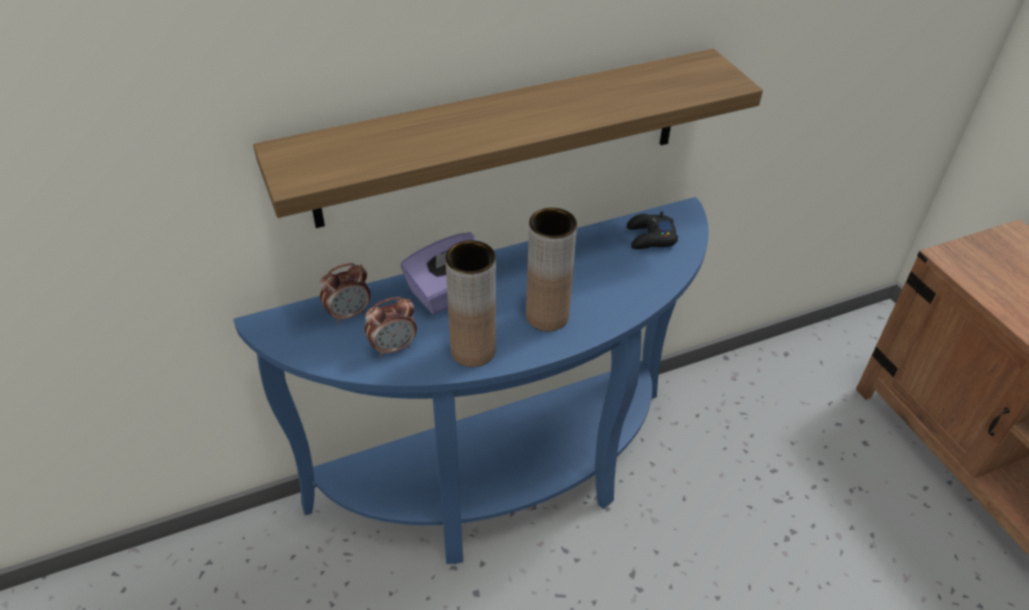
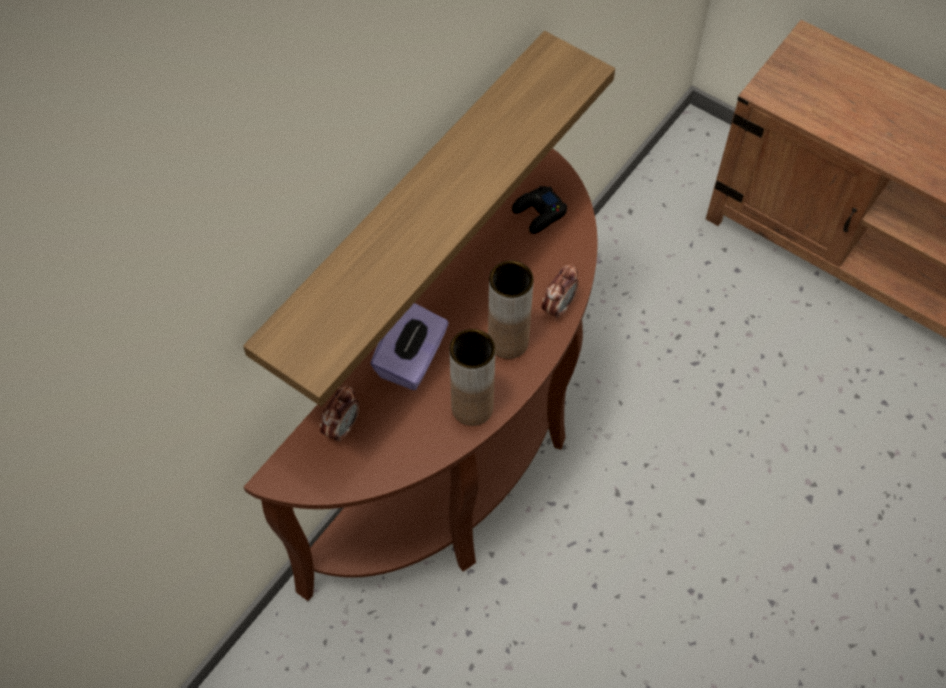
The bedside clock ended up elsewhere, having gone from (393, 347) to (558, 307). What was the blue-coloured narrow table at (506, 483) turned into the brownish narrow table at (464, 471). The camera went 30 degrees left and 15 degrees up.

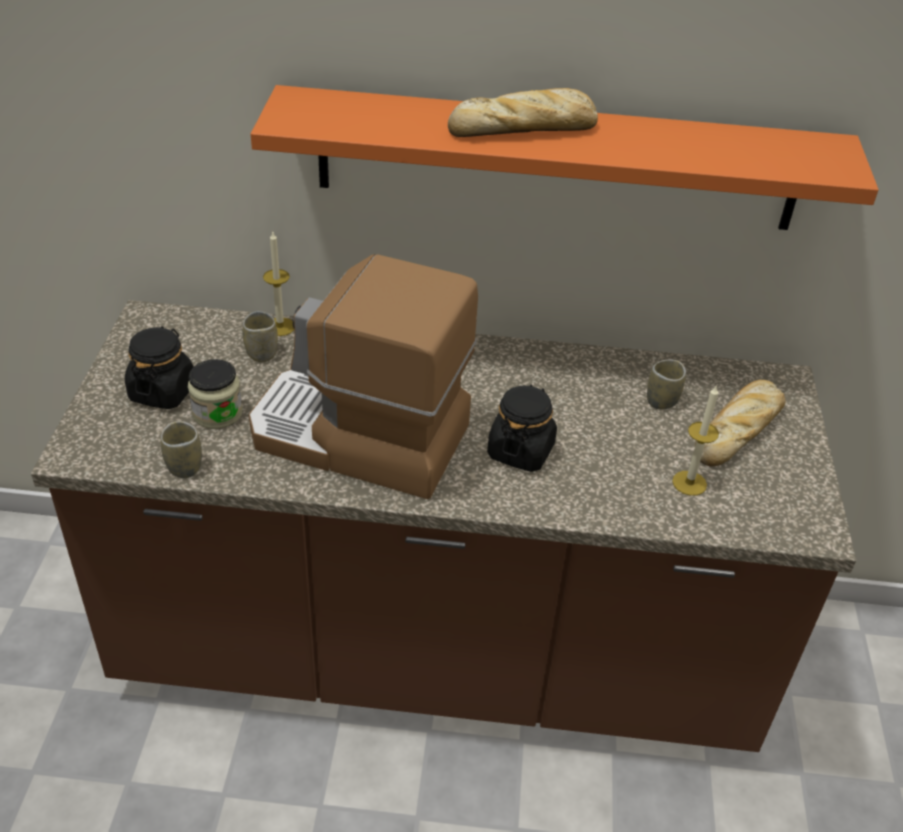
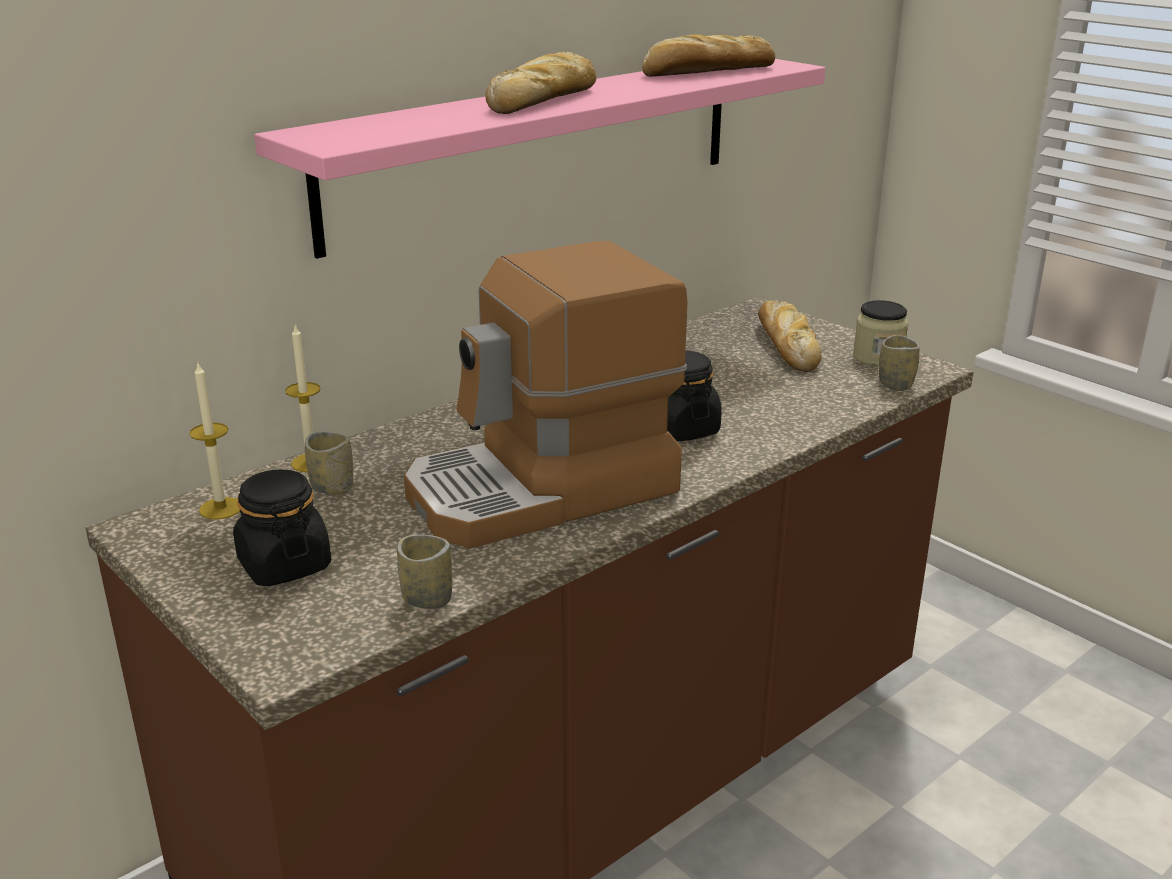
The second view gained the baked bread at (707, 72). The storage jar ended up elsewhere, having gone from (217, 413) to (878, 357). The drinking cup ended up elsewhere, having gone from (662, 401) to (895, 384). The candle ended up elsewhere, having gone from (689, 483) to (221, 508). What was the orange wall shelf at (557, 159) turned into the pinkish wall shelf at (539, 147). The camera went 45 degrees left and 15 degrees down.

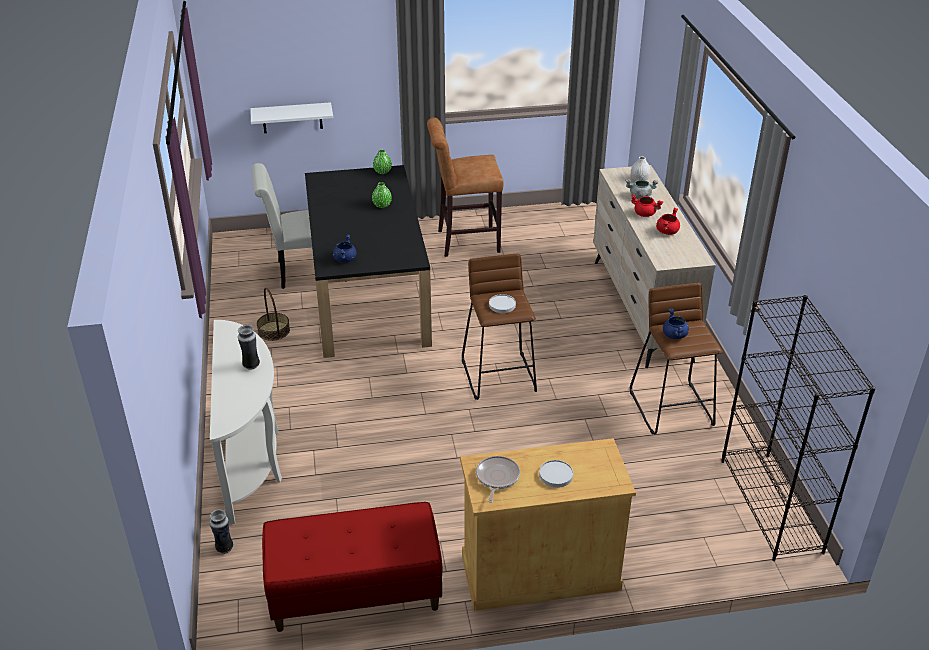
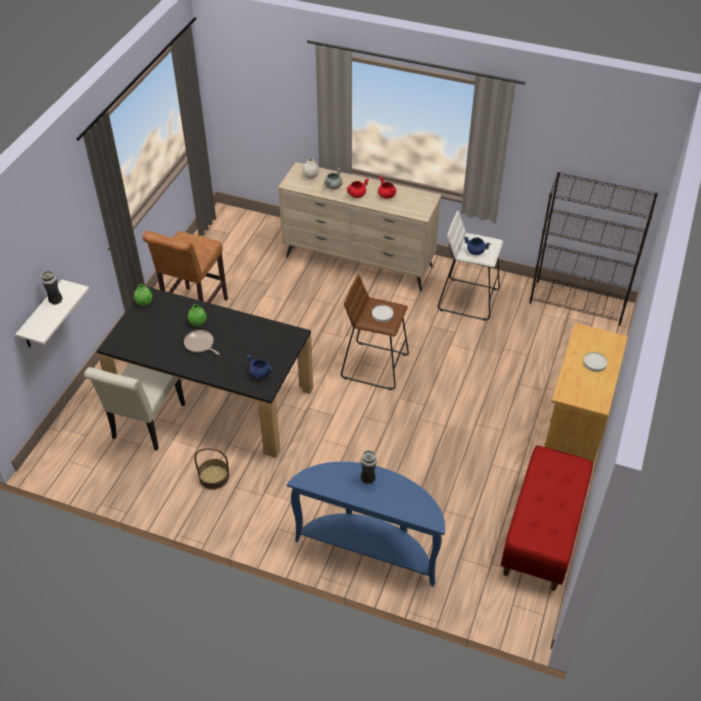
The vase ended up elsewhere, having gone from (224, 547) to (55, 301). The frying pan ended up elsewhere, having gone from (496, 478) to (200, 344). What was the white-coloured narrow table at (252, 460) turned into the blue-coloured narrow table at (370, 547). What was the brownish stool seat at (672, 407) turned into the white-coloured stool seat at (468, 299). The camera went 60 degrees left and 10 degrees up.

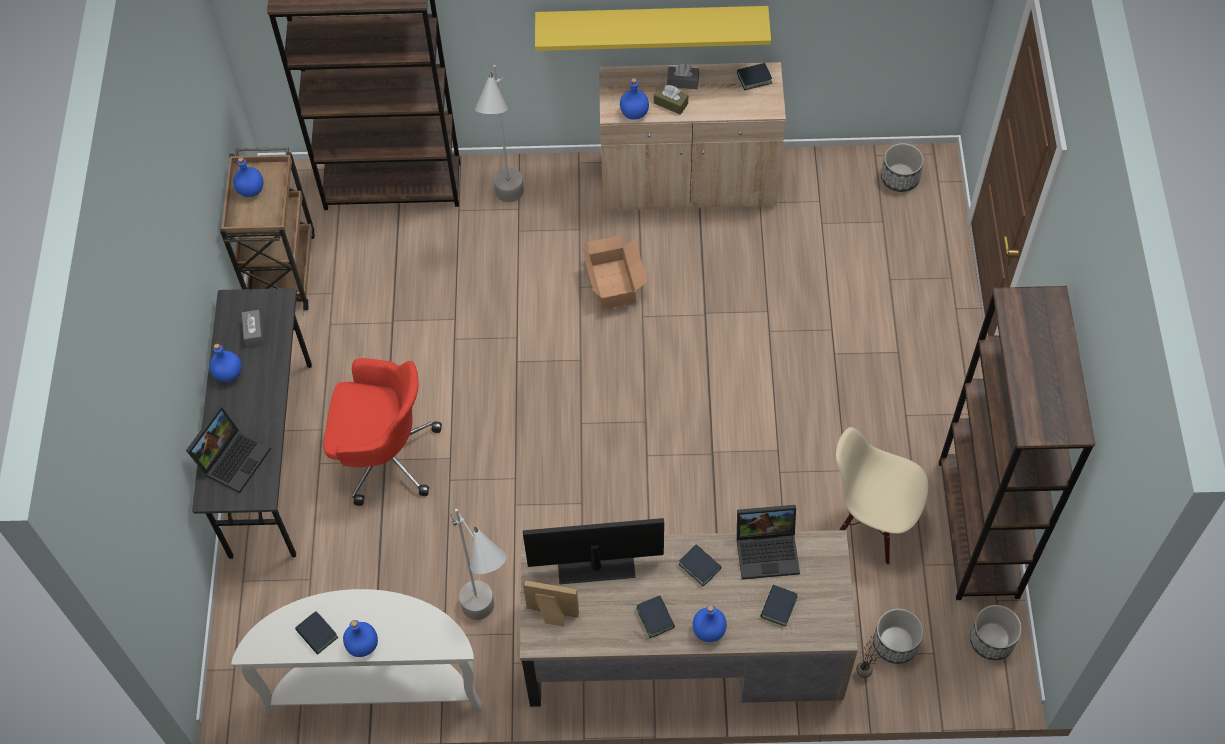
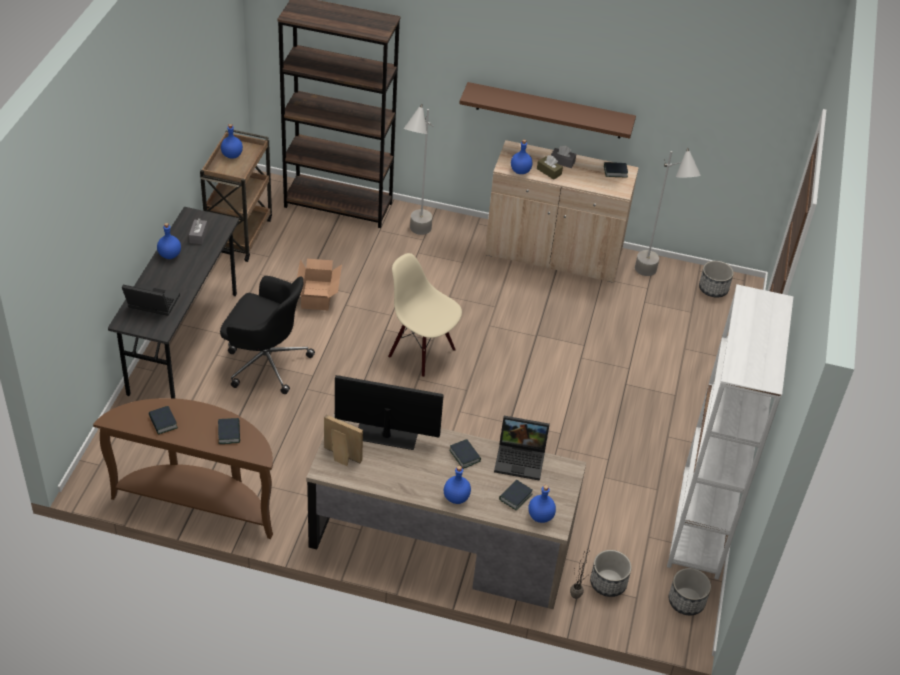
The blue-coloured bottle ended up elsewhere, having gone from (362, 645) to (540, 517). The gray standing lamp ended up elsewhere, having gone from (491, 627) to (652, 281). The packing box ended up elsewhere, having gone from (614, 282) to (319, 294). The bound book ended up elsewhere, having gone from (655, 618) to (229, 433). The beige plain chair ended up elsewhere, having gone from (870, 524) to (422, 352). What was the white-coloured narrow table at (375, 683) turned into the brownish narrow table at (199, 501). What was the red desk chair at (384, 455) turned into the black desk chair at (265, 361). What was the yellowish wall shelf at (651, 22) turned into the brownish wall shelf at (549, 110). What was the brownish shelving unit at (978, 529) turned into the white-coloured shelving unit at (700, 524). The laptop at (233, 458) ended up facing another way, 120 degrees counterclockwise from before. The camera went 10 degrees right and 15 degrees down.

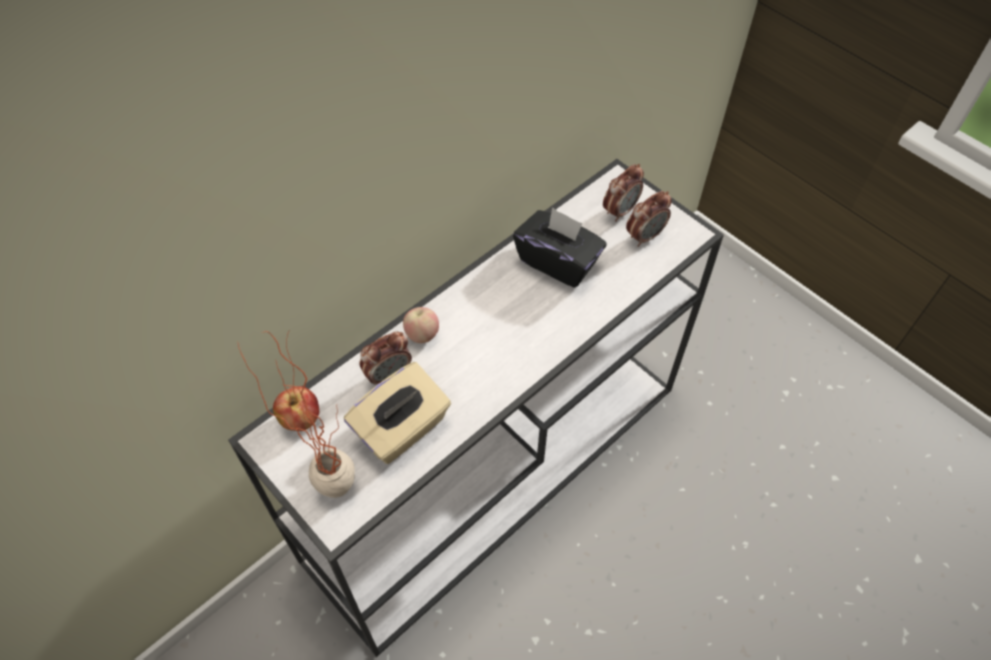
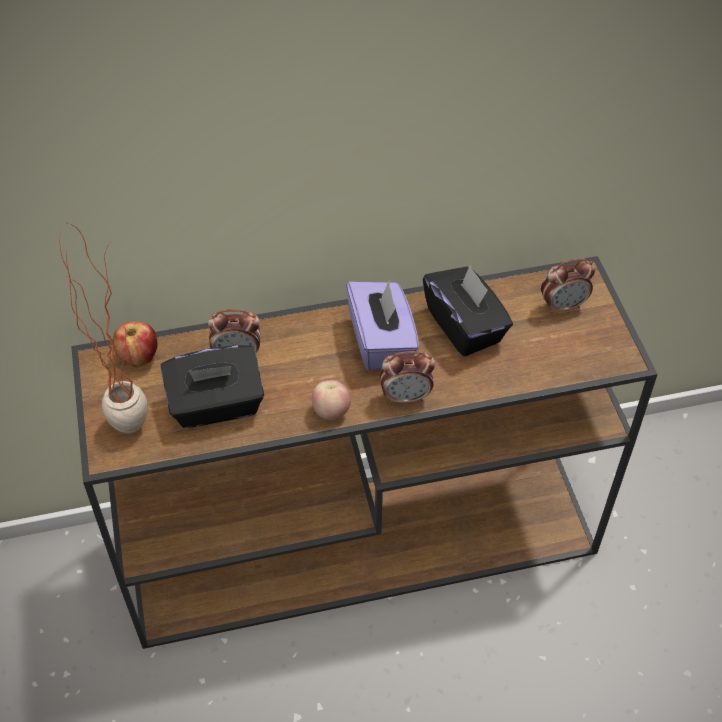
The second view gained the purplish tissue holder at (381, 342). The whole apple ended up elsewhere, having gone from (422, 335) to (331, 412). The bedside clock ended up elsewhere, having gone from (645, 236) to (406, 397). What was the white-coloured narrow table at (498, 467) turned into the brownish narrow table at (365, 538). What was the beige tissue holder at (402, 429) turned into the black tissue holder at (216, 406). The camera went 30 degrees right and 5 degrees down.

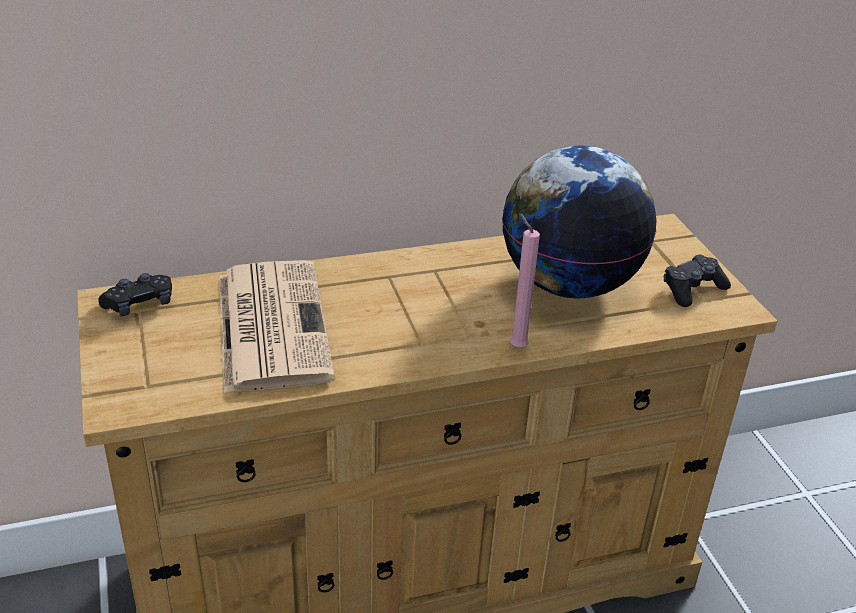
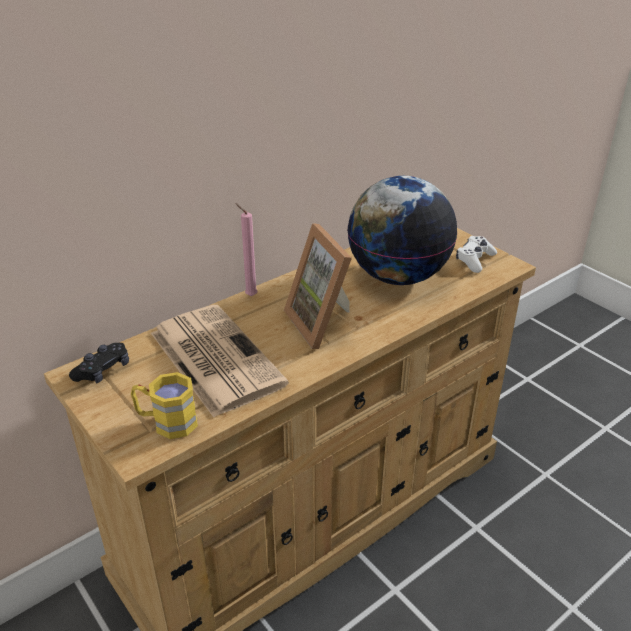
The second view gained the yellowish coffee mug at (167, 422). The second view gained the picture frame at (324, 323). The pinkish candle ended up elsewhere, having gone from (516, 346) to (249, 295). What was the black gamepad at (692, 289) turned into the white-coloured gamepad at (474, 260). The camera went 20 degrees left and 0 degrees up.

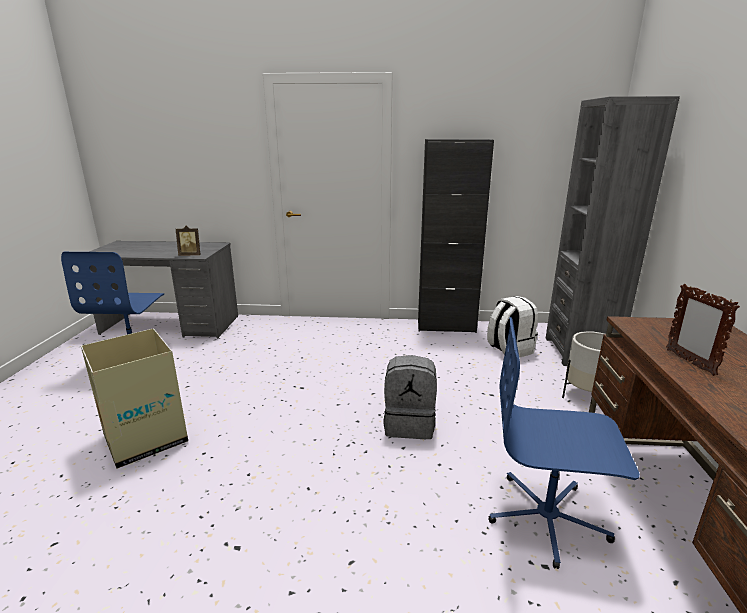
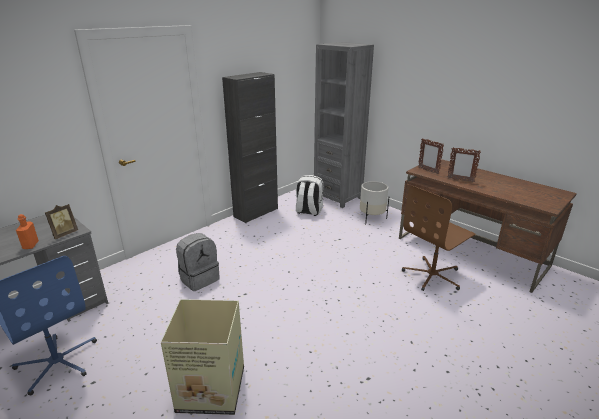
The second view gained the orange bottle at (30, 245). The second view gained the picture frame at (428, 171). The gray backpack ended up elsewhere, having gone from (409, 424) to (199, 278). What was the blue-coloured desk chair at (547, 518) turned into the brownish desk chair at (432, 275). The camera went 50 degrees left and 5 degrees up.

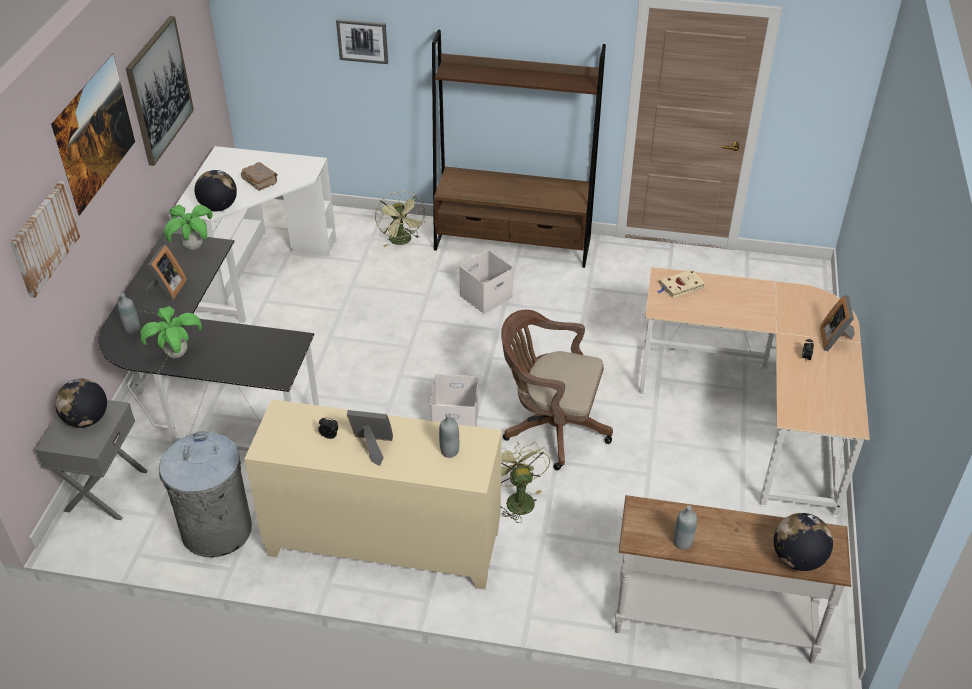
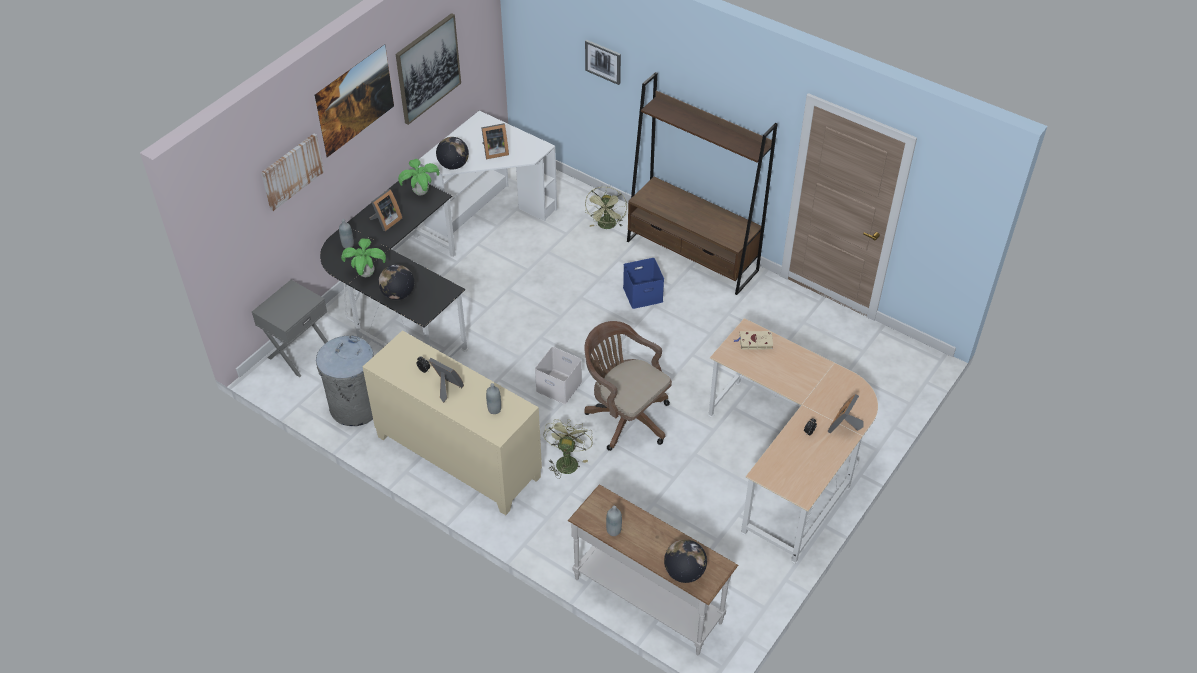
The world globe ended up elsewhere, having gone from (86, 419) to (398, 294). Where the brownish bound book stood at (260, 181), the picture frame came to stand at (494, 152). What was the white-coloured storage container at (486, 297) turned into the blue-coloured storage container at (642, 295). The camera went 25 degrees right and 5 degrees up.

